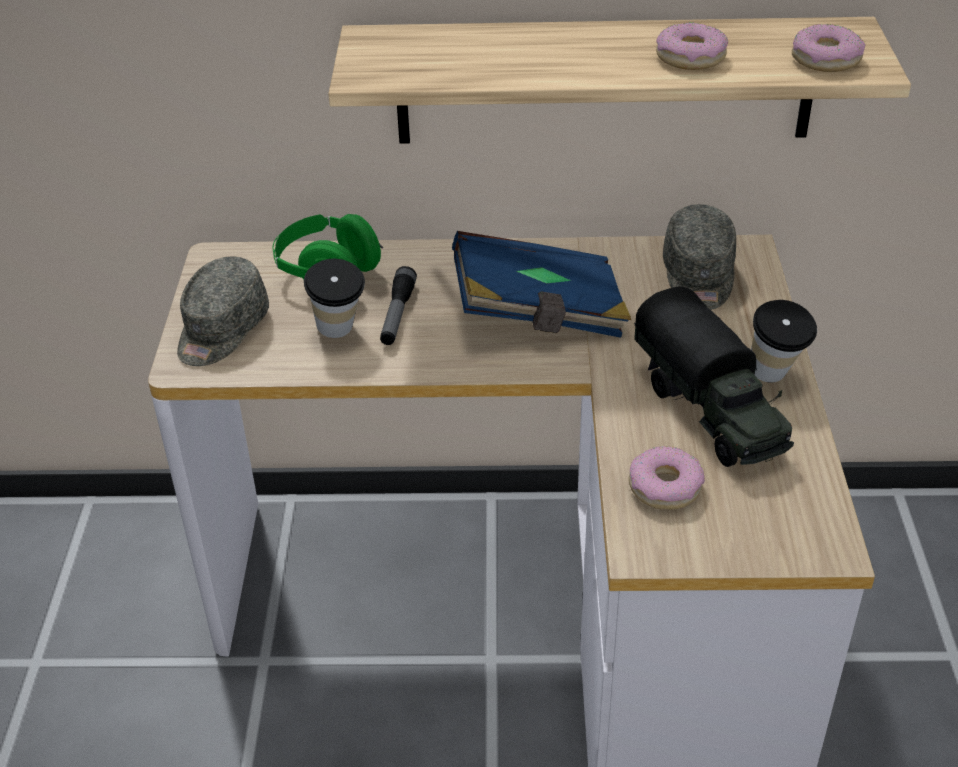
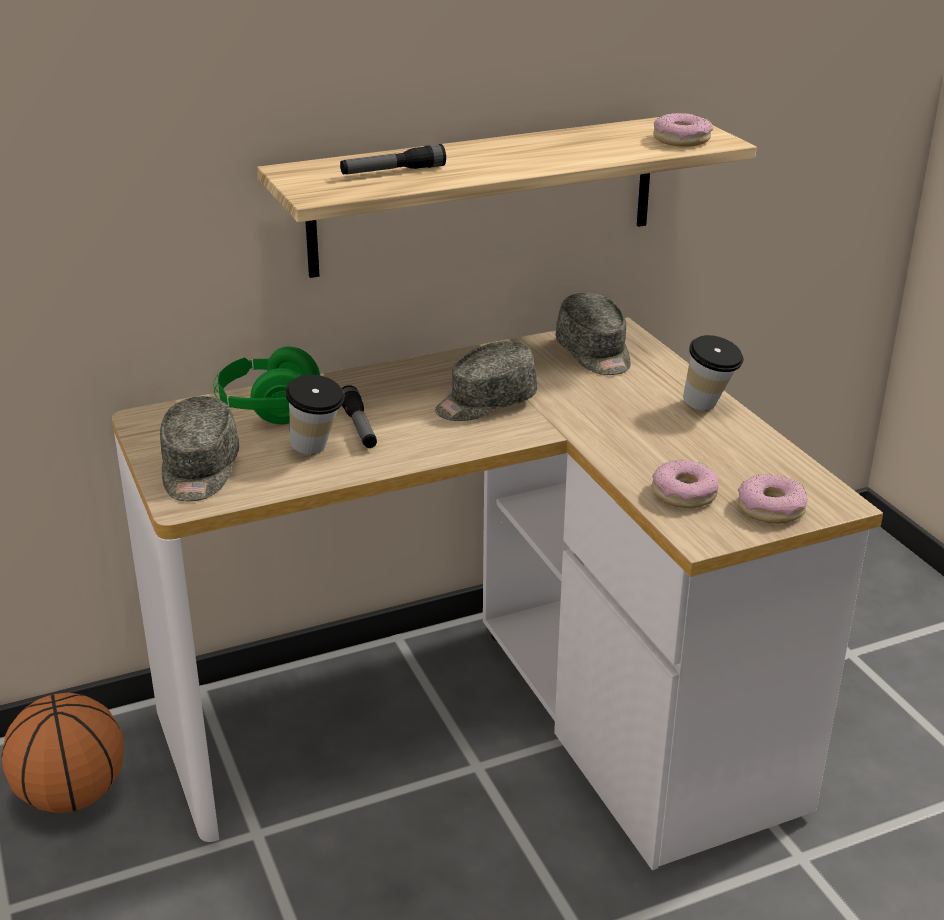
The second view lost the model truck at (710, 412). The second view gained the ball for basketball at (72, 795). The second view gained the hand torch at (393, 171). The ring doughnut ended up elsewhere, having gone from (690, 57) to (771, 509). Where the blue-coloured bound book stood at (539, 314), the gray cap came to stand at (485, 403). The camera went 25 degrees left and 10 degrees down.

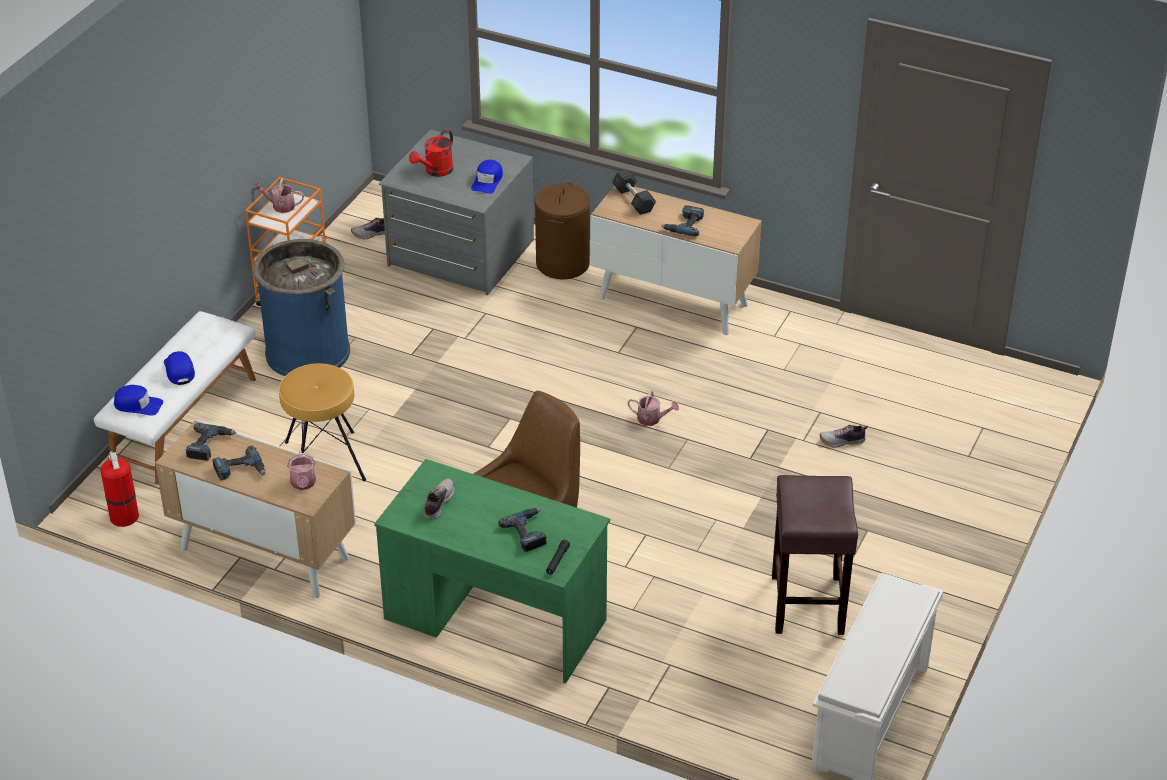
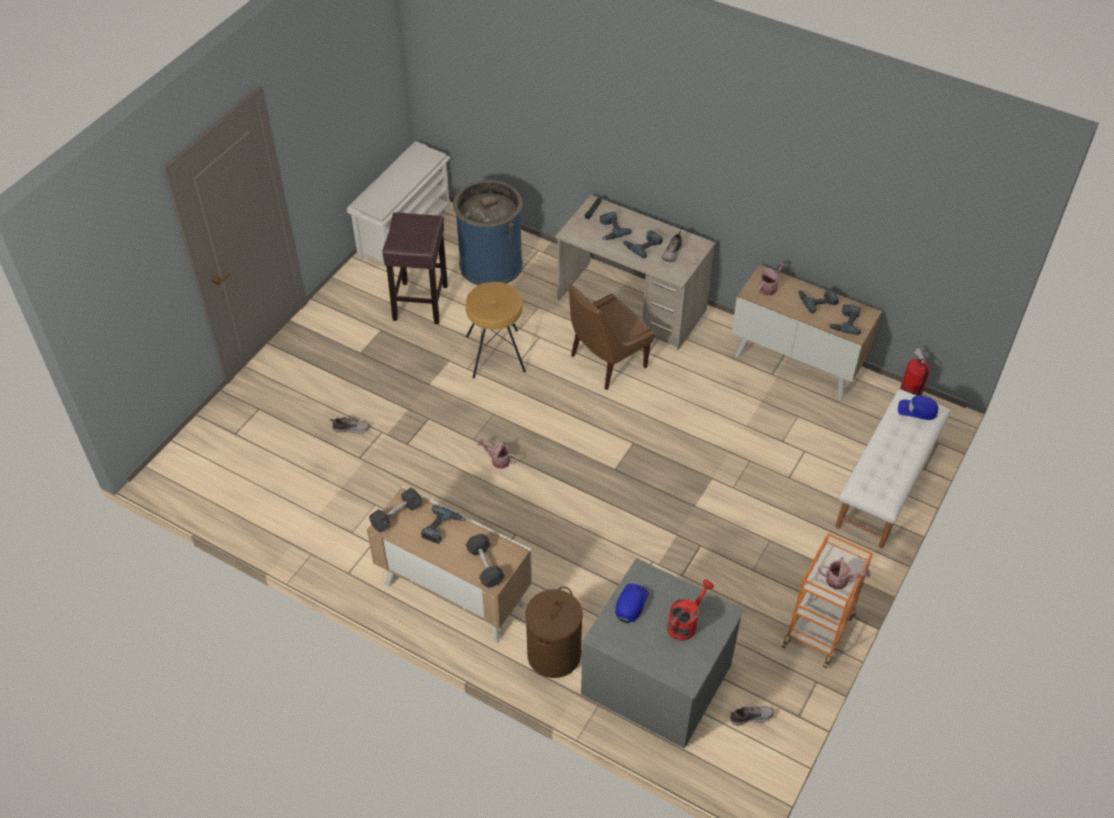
The second view lost the blue-coloured cap at (179, 370). The second view gained the gray free weight at (396, 515). The second view gained the electric drill at (642, 245). The blue-coloured rubbish bin ended up elsewhere, having gone from (307, 352) to (491, 264). The brownish stool seat ended up elsewhere, having gone from (324, 461) to (496, 353). What was the green-coloured desk at (495, 619) turned into the beige desk at (631, 306). The sprinkling can at (303, 484) ended up facing another way, 45 degrees clockwise from before. The camera went 175 degrees left and 10 degrees up.

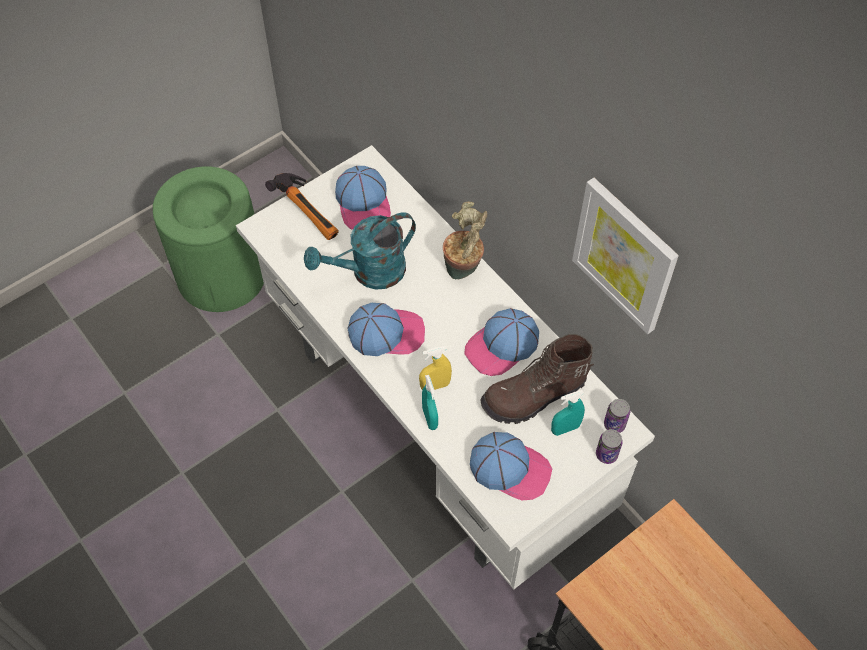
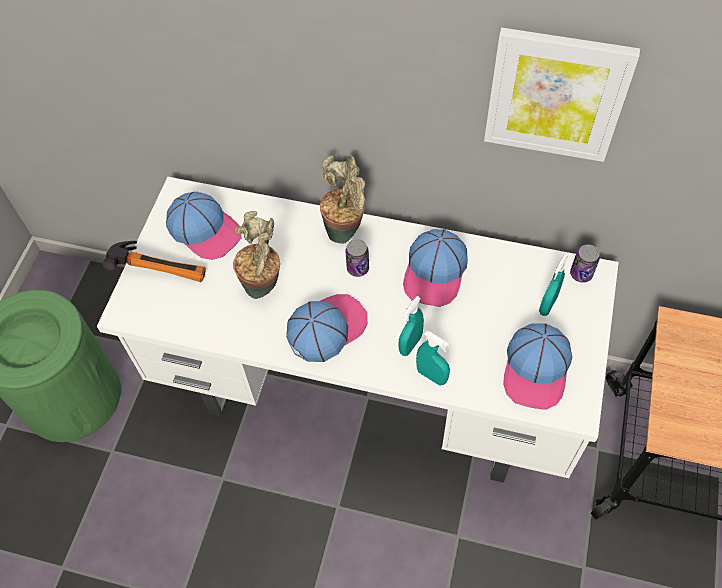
The second view lost the brownish high-top boot at (534, 396). The can ended up elsewhere, having gone from (606, 454) to (358, 268). Where the blue-green sprinkling can stood at (369, 273), the plant in a pot came to stand at (264, 286). What was the yellowish hand sprayer at (435, 386) turned into the blue-green hand sprayer at (410, 344). The cap at (510, 468) ended up facing another way, 120 degrees clockwise from before. The camera went 35 degrees left and 0 degrees up.

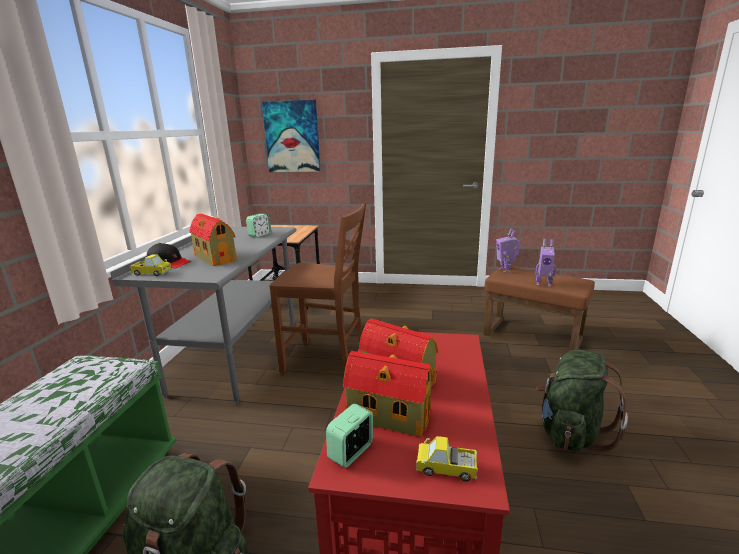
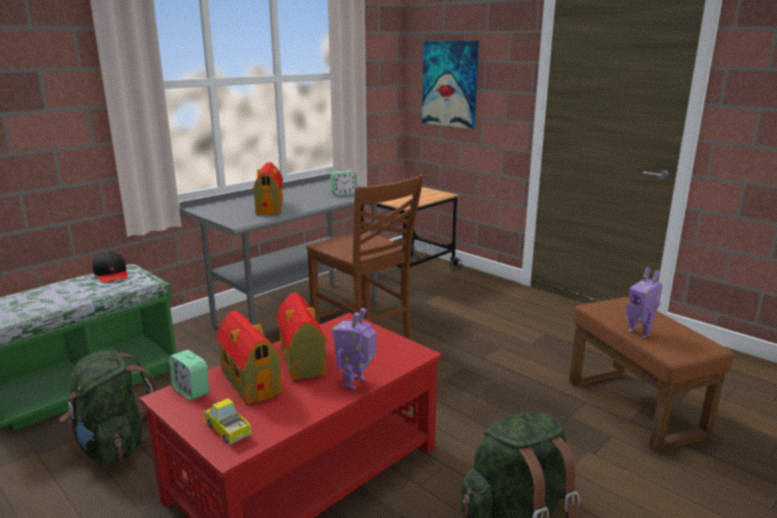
The second view lost the model truck at (152, 273). The black cap ended up elsewhere, having gone from (169, 263) to (111, 274). The robot figure ended up elsewhere, having gone from (505, 270) to (355, 383). The bedside clock at (351, 452) ended up facing another way, 120 degrees counterclockwise from before. The camera went 35 degrees right and 0 degrees up.

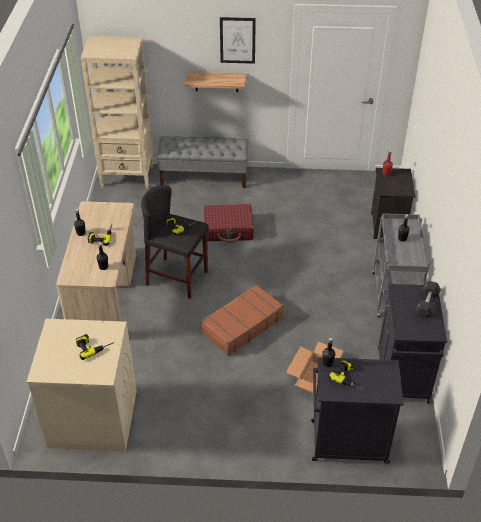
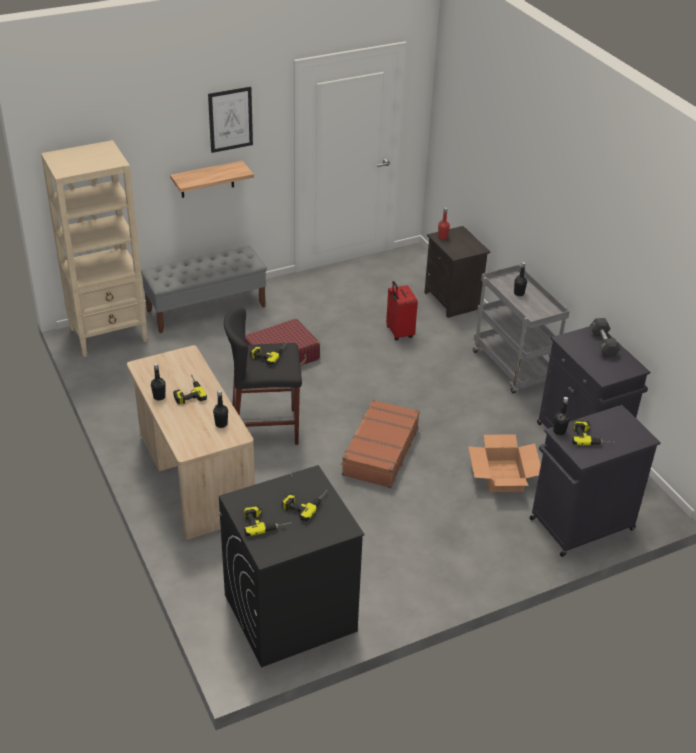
The second view gained the electric drill at (265, 521). The second view gained the red piece of luggage at (399, 333). What was the beige washing machine at (92, 418) turned into the black washing machine at (289, 613). The camera went 30 degrees left and 5 degrees down.

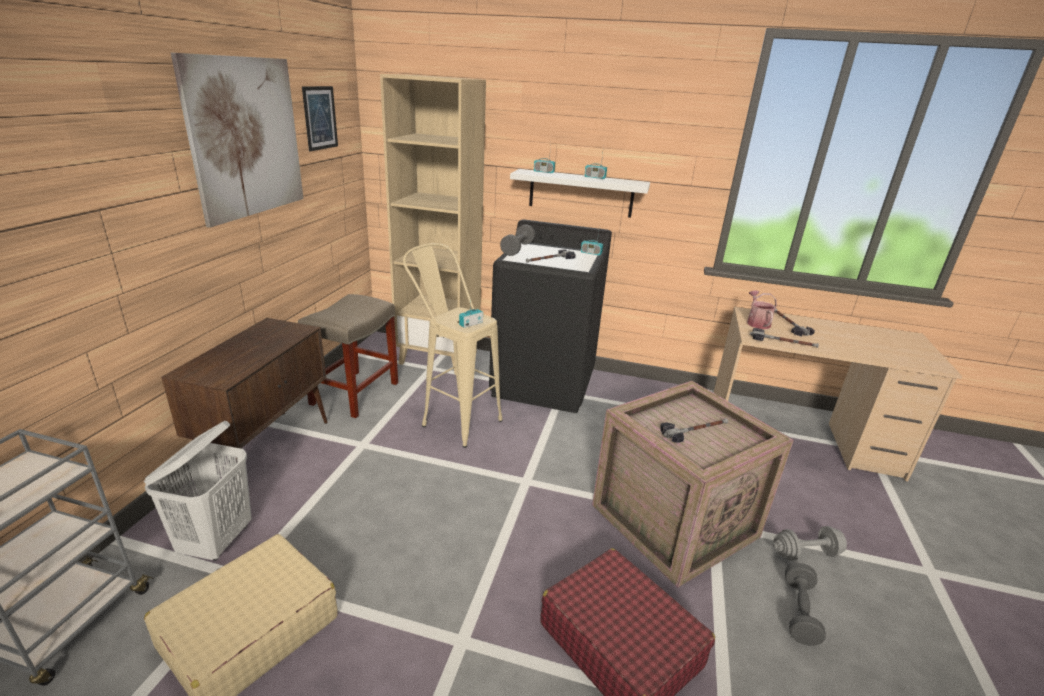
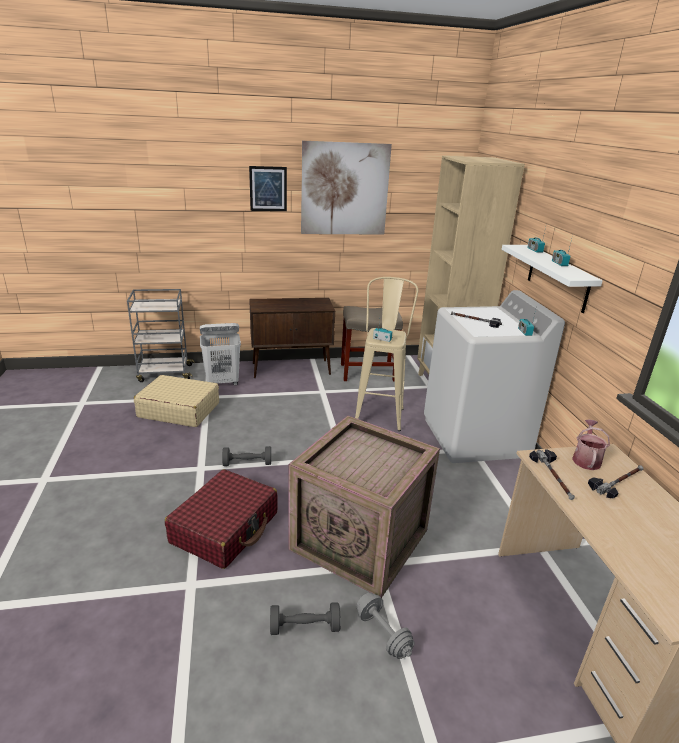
The second view lost the tool hammer at (694, 430). The picture ended up elsewhere, having gone from (320, 118) to (268, 189). The gray free weight ended up elsewhere, having gone from (517, 249) to (247, 463). What was the black washing machine at (544, 383) turned into the white-coloured washing machine at (475, 437). The sprinkling can at (757, 322) ended up facing another way, 45 degrees counterclockwise from before. The camera went 65 degrees right and 0 degrees up.

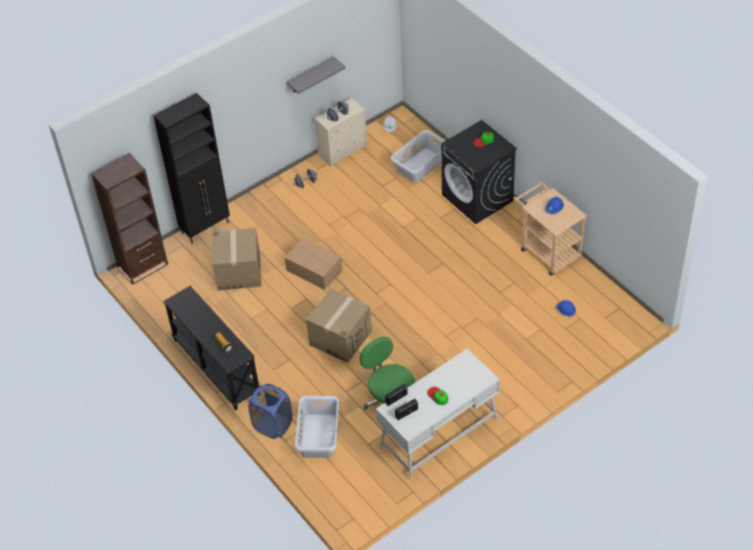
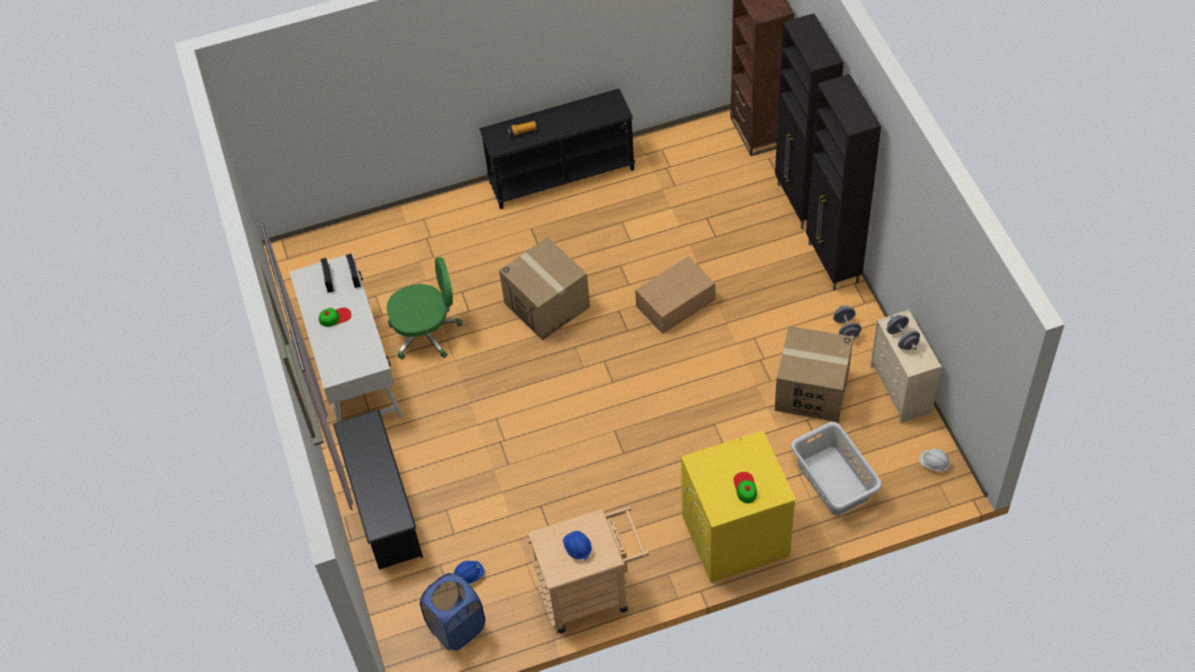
The second view lost the gray wall shelf at (310, 75). The second view lost the gray laundry basket at (319, 435). The second view gained the black shoe shelf at (384, 507). The second view gained the black storage cabinet at (833, 264). The packing box ended up elsewhere, having gone from (239, 272) to (811, 390). The blue-coloured laundry basket ended up elsewhere, having gone from (273, 425) to (457, 627). What was the black washing machine at (478, 198) turned into the yellowish washing machine at (735, 536). The camera went 110 degrees right and 5 degrees up.

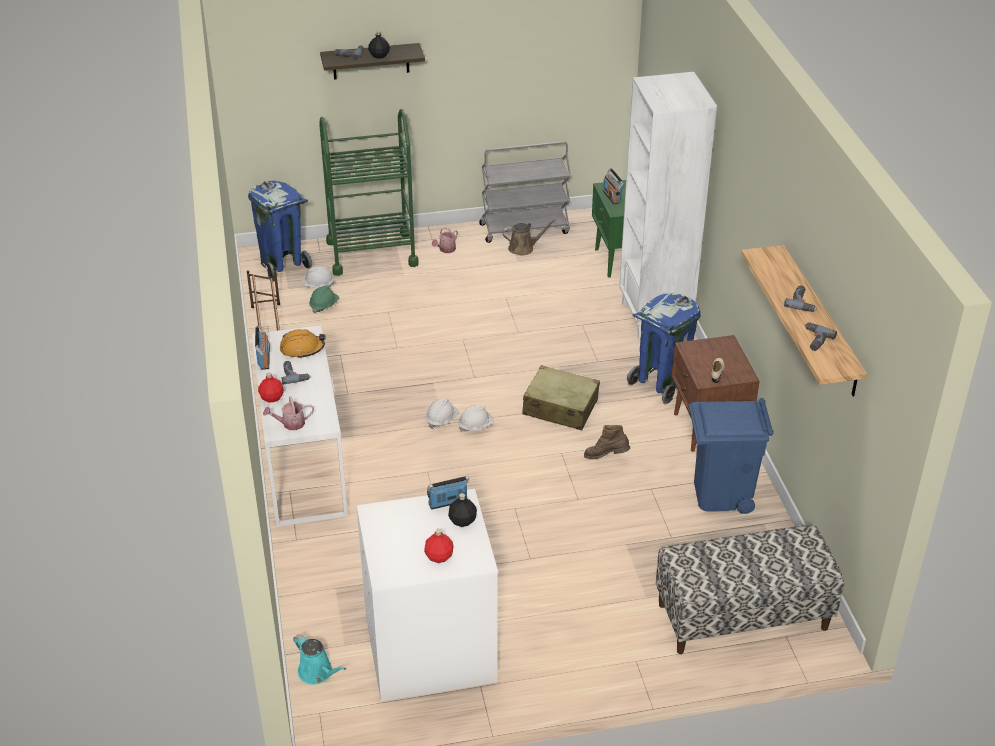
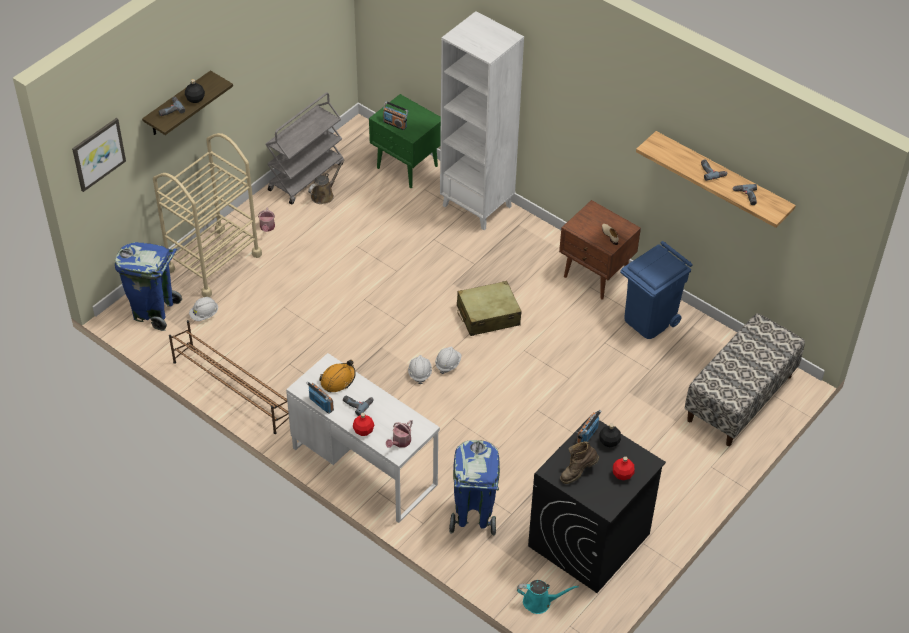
The second view lost the green-coloured hard hat at (324, 306). The second view gained the picture at (98, 154). The brownish high-top boot ended up elsewhere, having gone from (606, 457) to (578, 472). The blue-coloured rubbish bin ended up elsewhere, having gone from (660, 383) to (473, 516). What was the green-coloured trolley at (372, 253) turned into the beige trolley at (213, 262). What was the white-coloured washing machine at (429, 649) turned into the black washing machine at (588, 540). The camera went 40 degrees left and 10 degrees up.

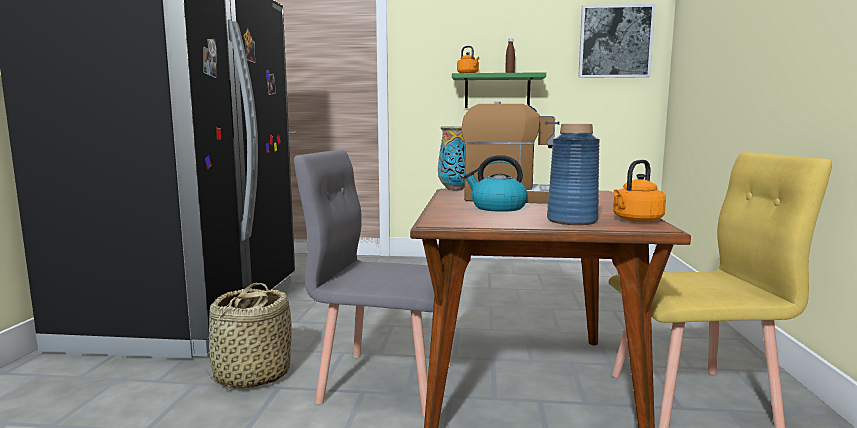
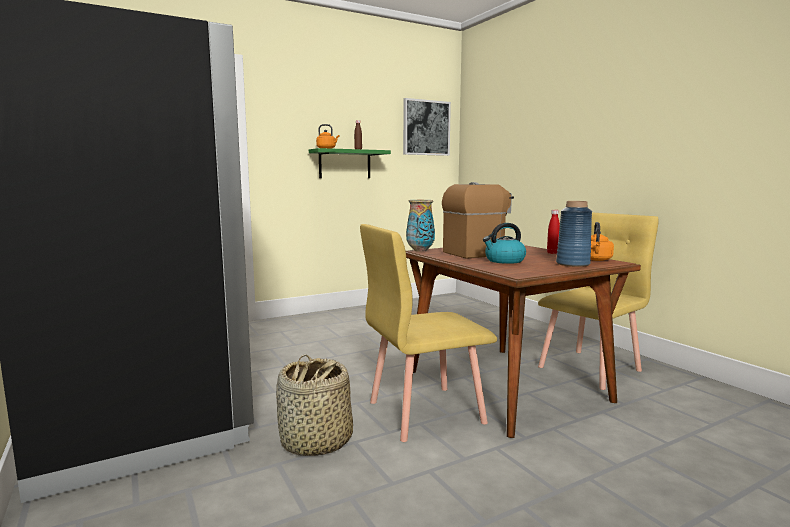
The second view gained the red bottle at (552, 253). What was the gray plain chair at (386, 382) turned into the yellowish plain chair at (424, 412). The camera went 35 degrees left and 0 degrees up.

